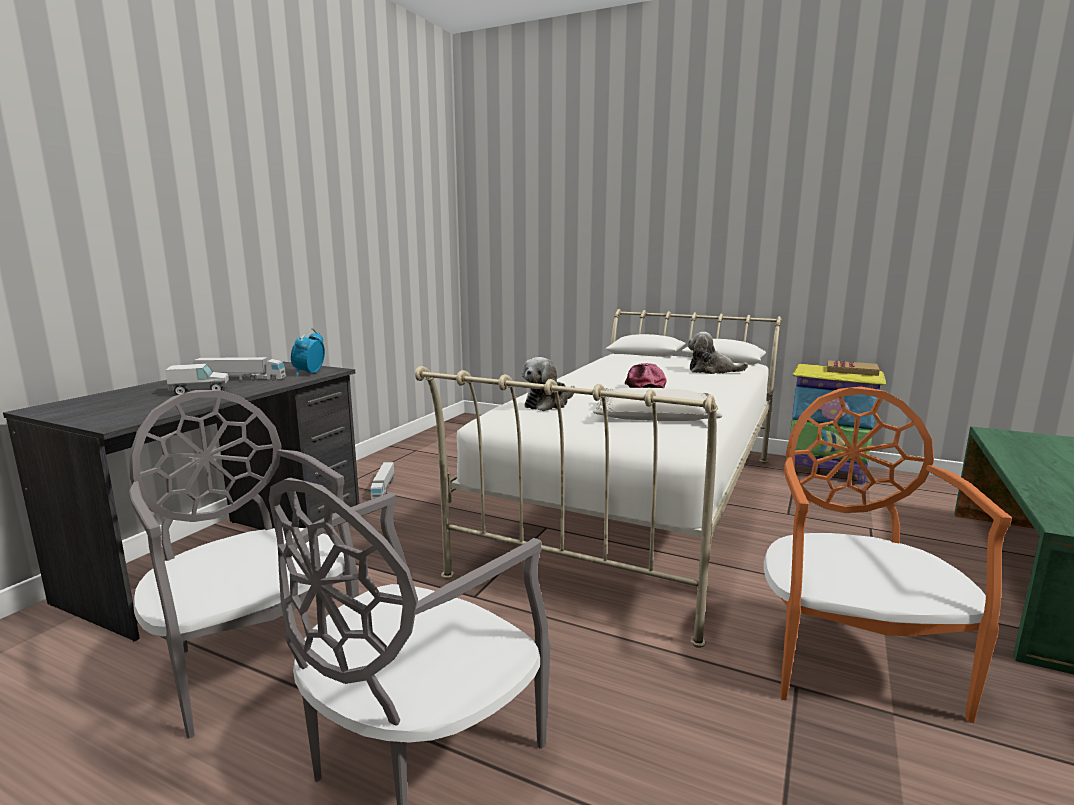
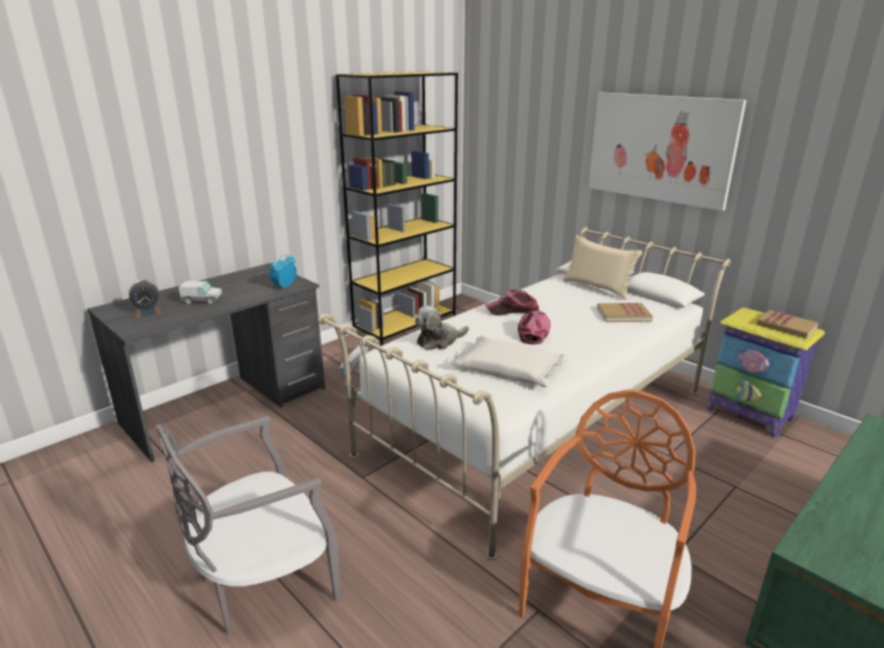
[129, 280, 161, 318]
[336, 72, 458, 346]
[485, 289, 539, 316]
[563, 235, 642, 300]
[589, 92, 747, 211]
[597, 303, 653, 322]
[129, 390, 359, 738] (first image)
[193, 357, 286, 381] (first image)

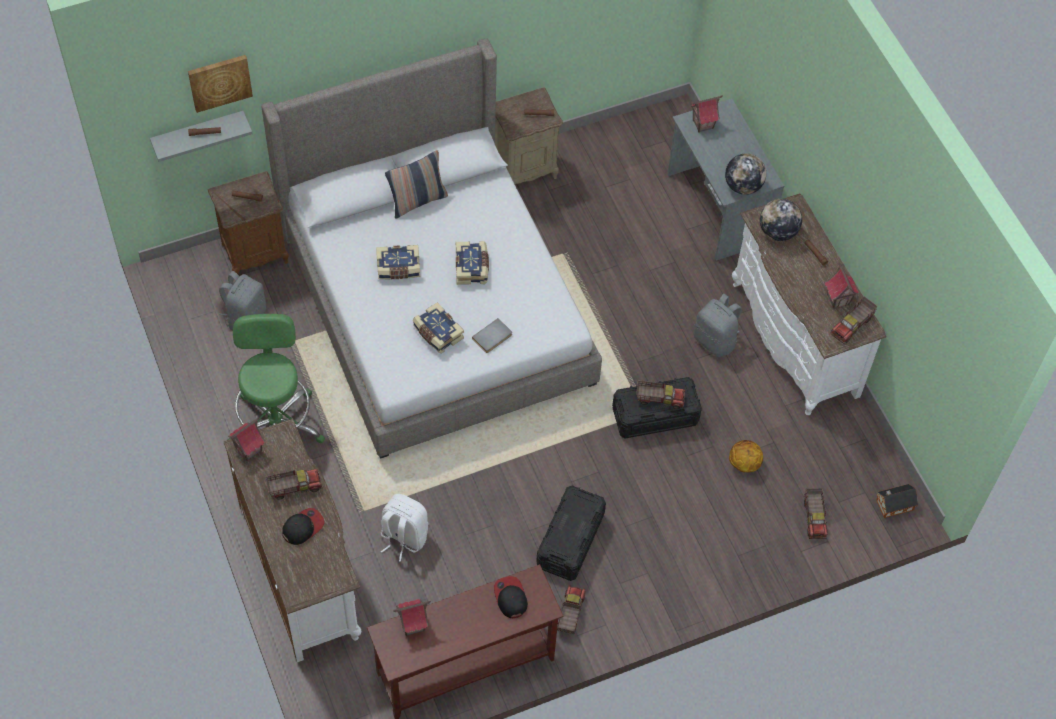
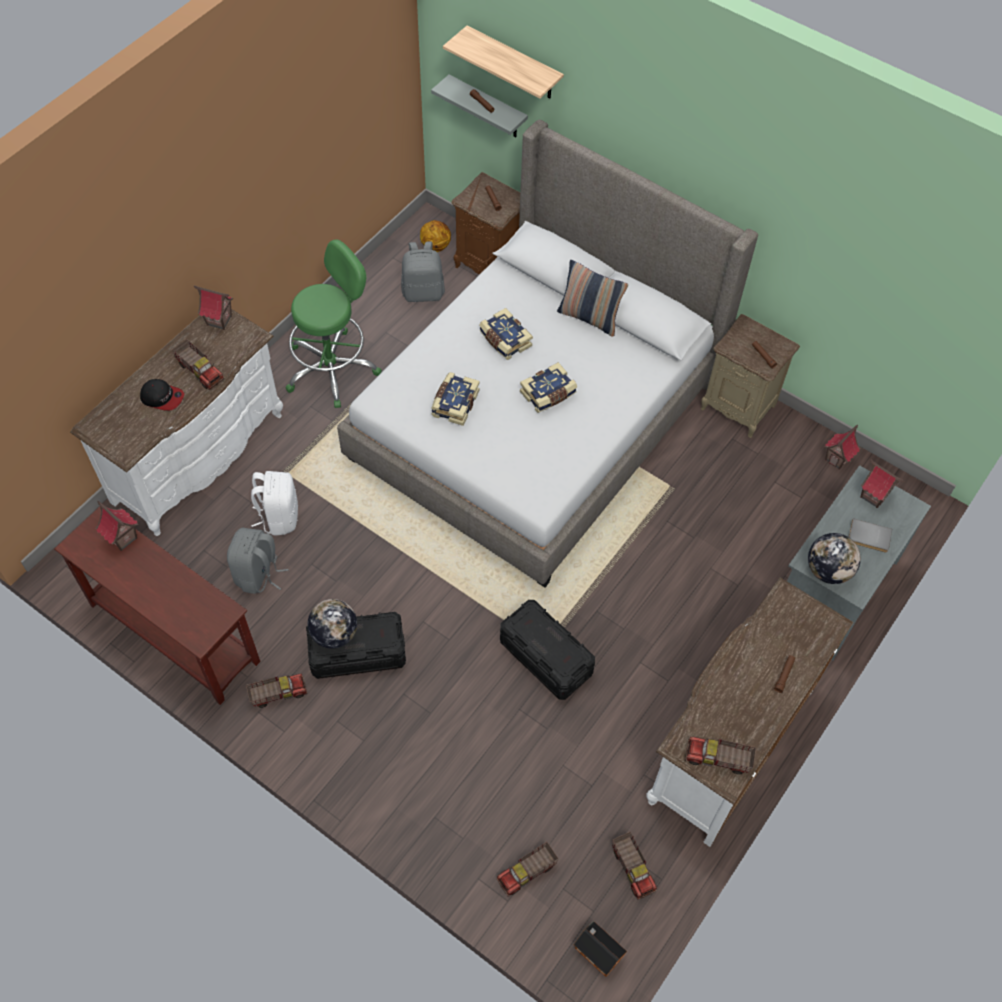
[227, 528, 288, 594]
[308, 599, 357, 649]
[420, 220, 451, 252]
[443, 26, 564, 98]
[612, 832, 657, 899]
[825, 425, 860, 470]
[849, 518, 892, 553]
[494, 576, 528, 618] (first image)

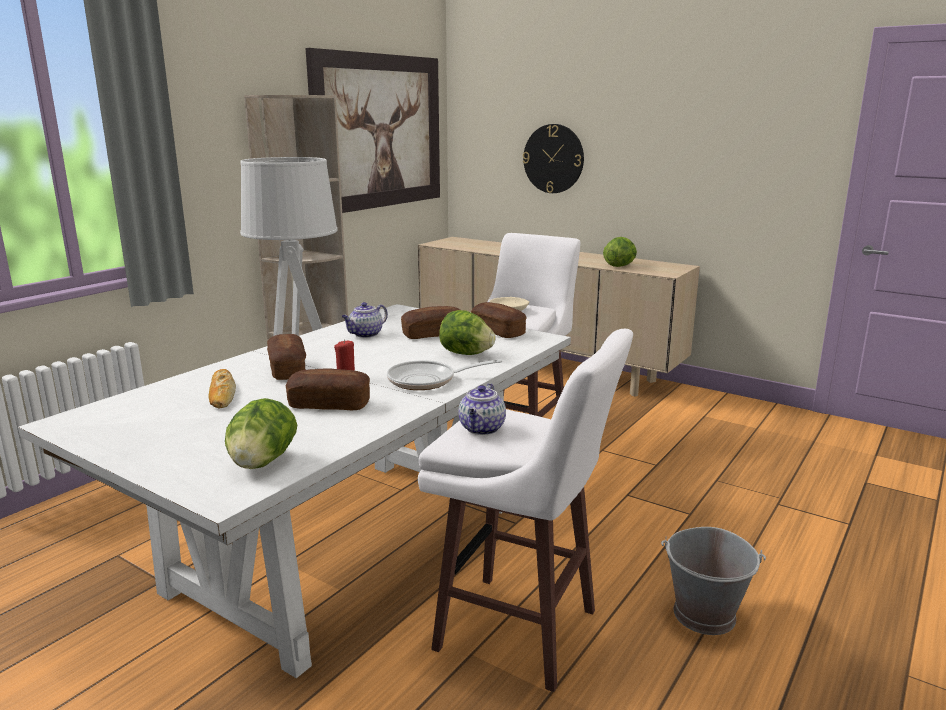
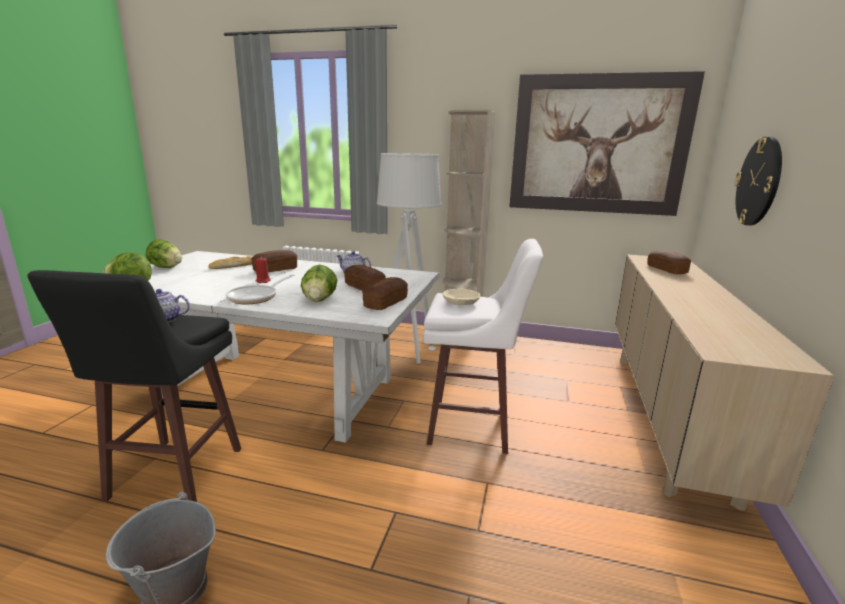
[27, 270, 241, 502]
[146, 239, 182, 268]
[226, 274, 295, 304]
[647, 250, 691, 274]

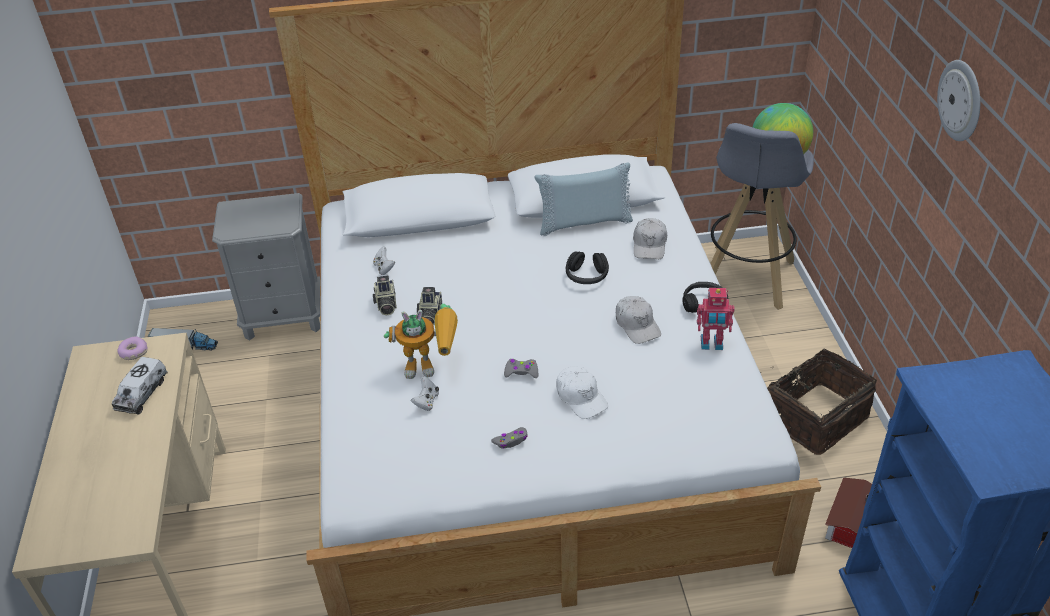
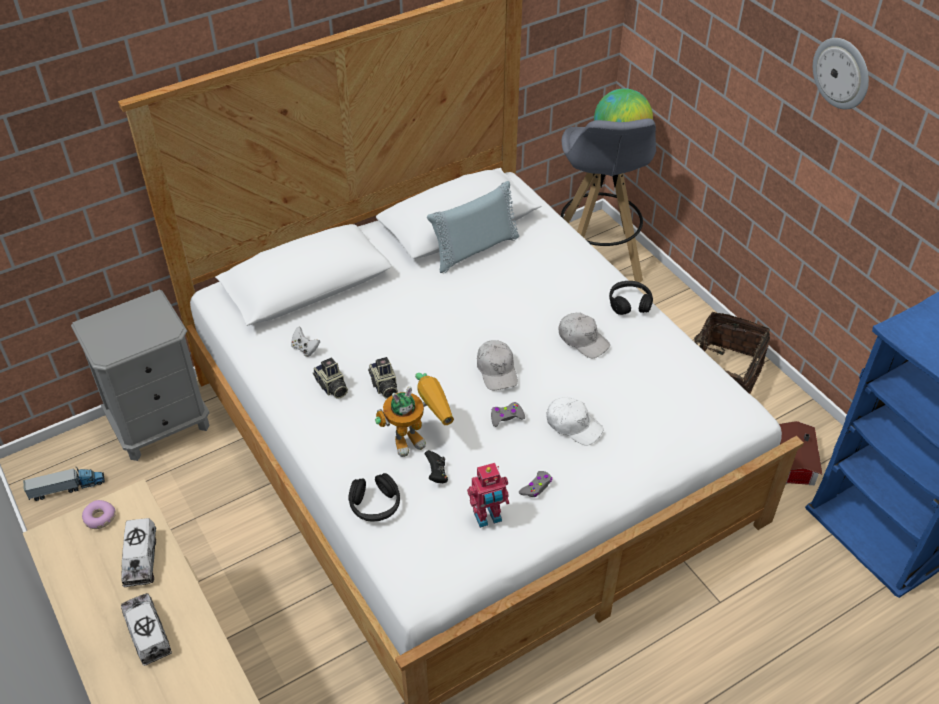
[121, 593, 172, 666]
[348, 473, 400, 522]
[425, 450, 448, 483]
[467, 463, 509, 528]
[477, 340, 518, 390]

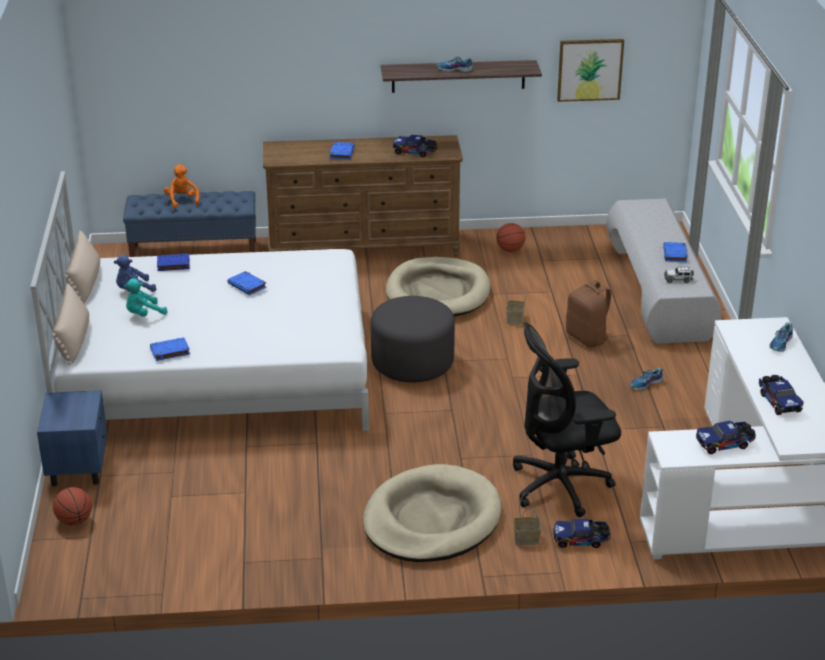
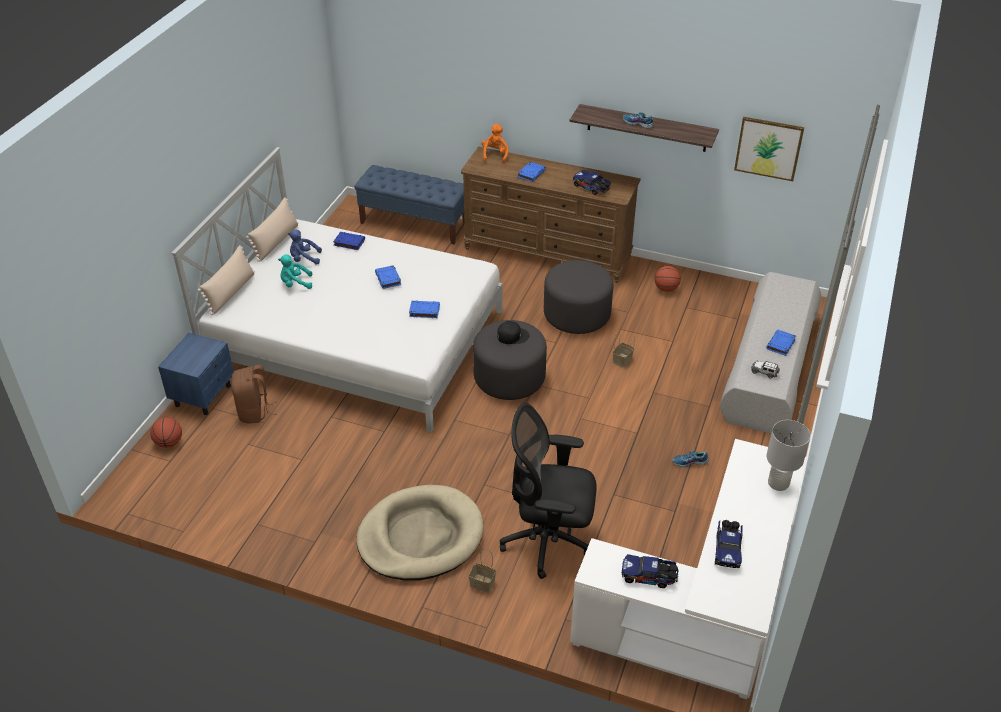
[231, 365, 277, 423]
[409, 300, 440, 318]
[481, 124, 509, 163]
[497, 321, 529, 344]
[544, 260, 613, 334]
[766, 420, 810, 491]
[553, 519, 610, 548] (first image)

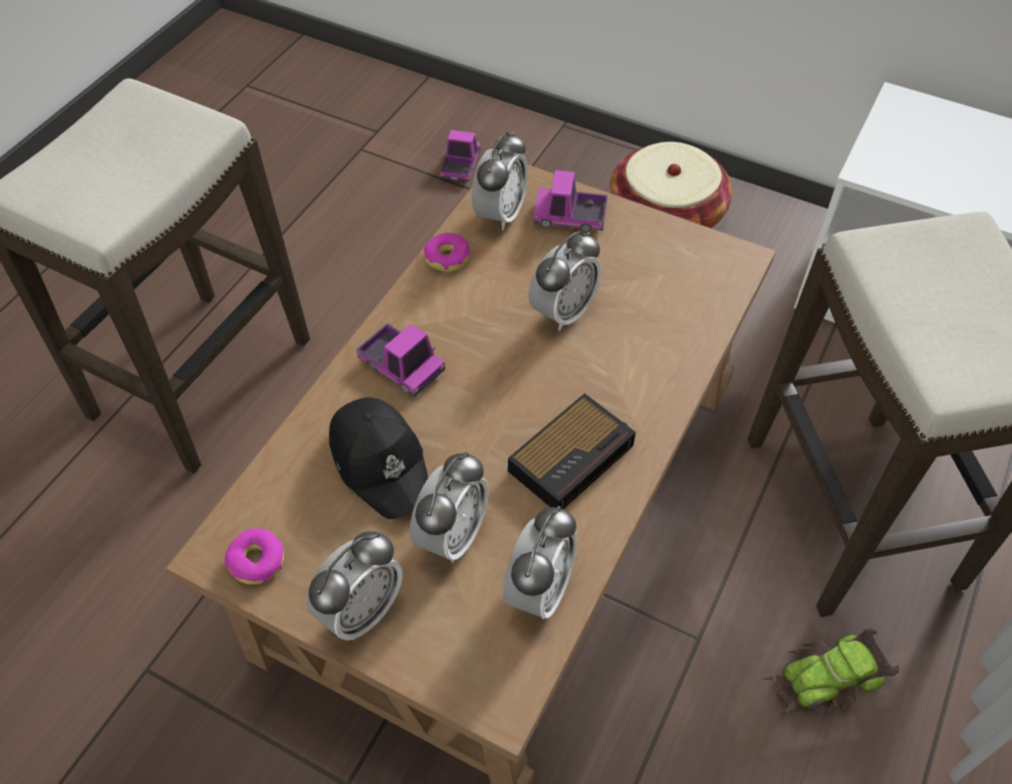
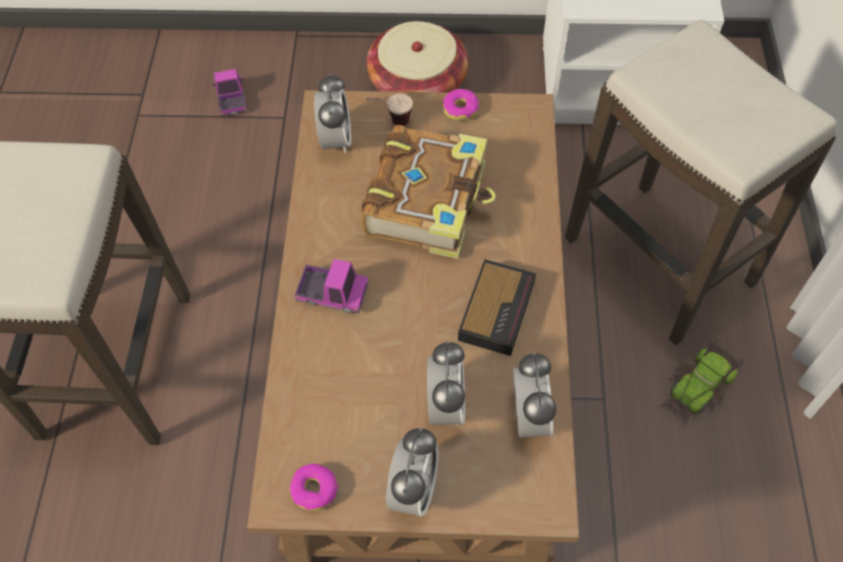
[361, 125, 496, 259]
[365, 94, 413, 126]
[443, 89, 479, 121]
[329, 397, 428, 519] (first image)

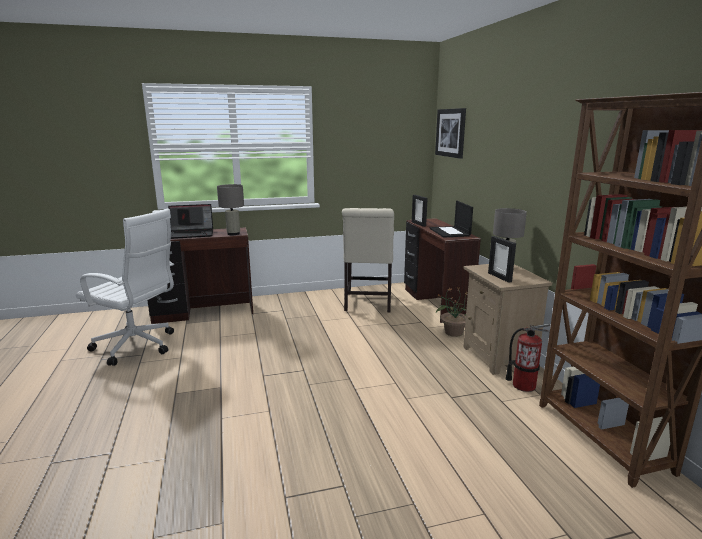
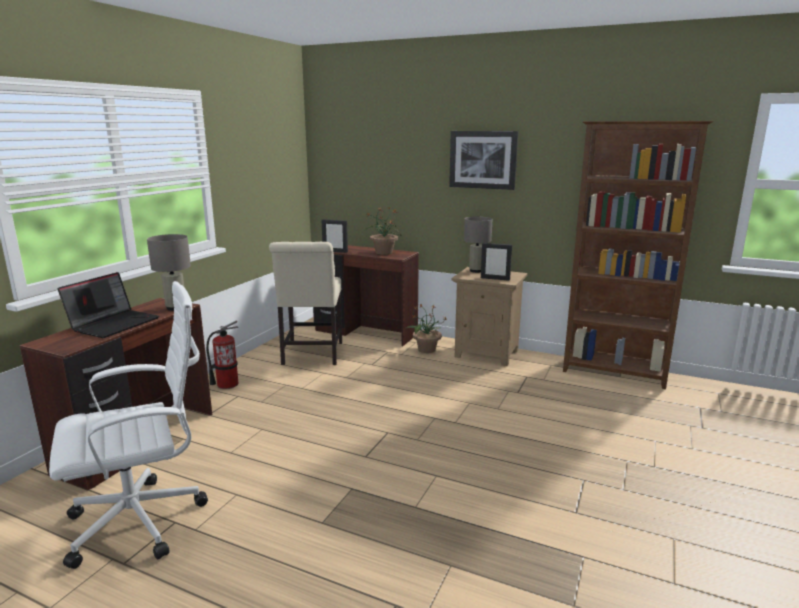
[206, 320, 238, 389]
[269, 242, 342, 365]
[365, 207, 401, 255]
[449, 131, 518, 190]

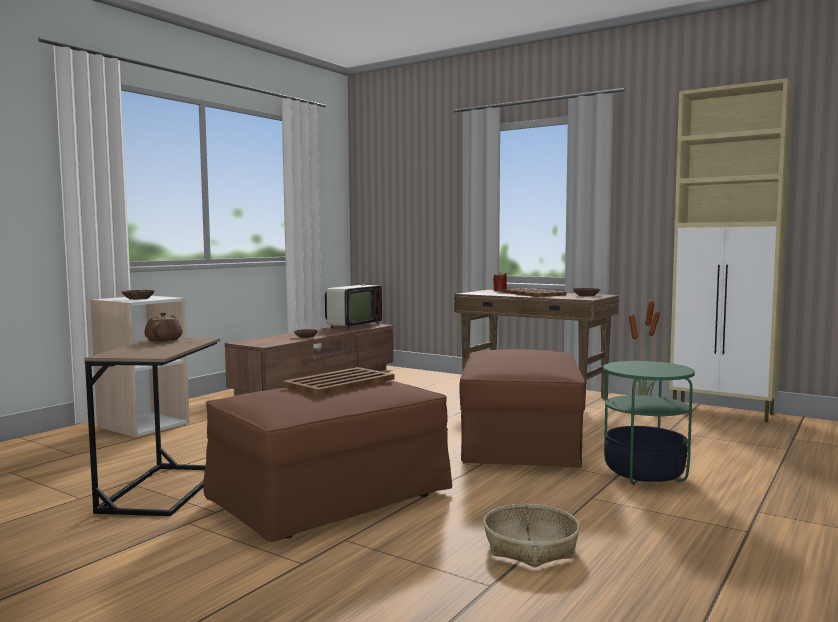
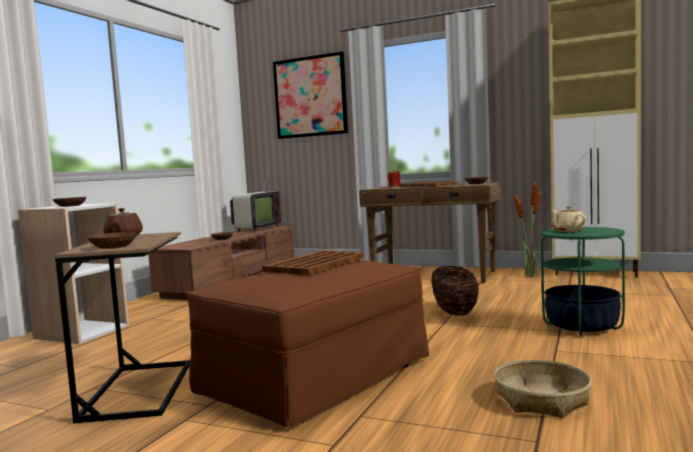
[87, 232, 137, 249]
[273, 52, 348, 139]
[431, 266, 479, 316]
[552, 206, 586, 232]

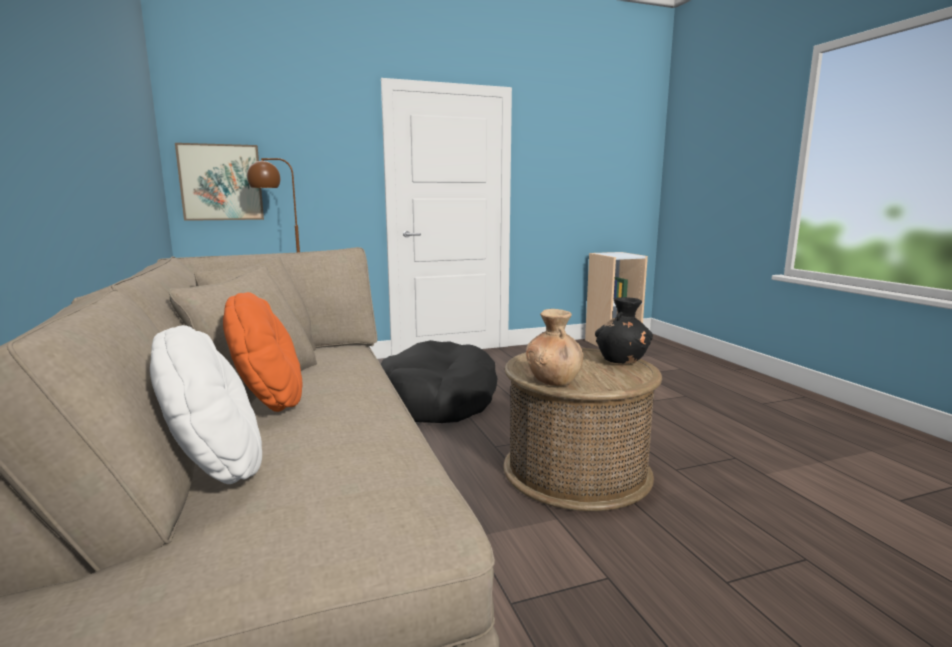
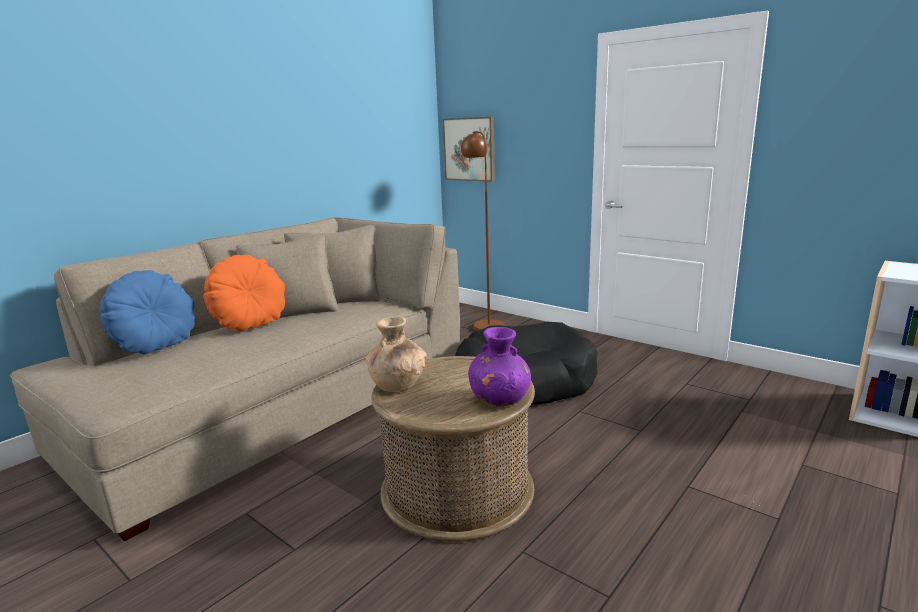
[99, 270, 195, 354]
[468, 327, 531, 406]

